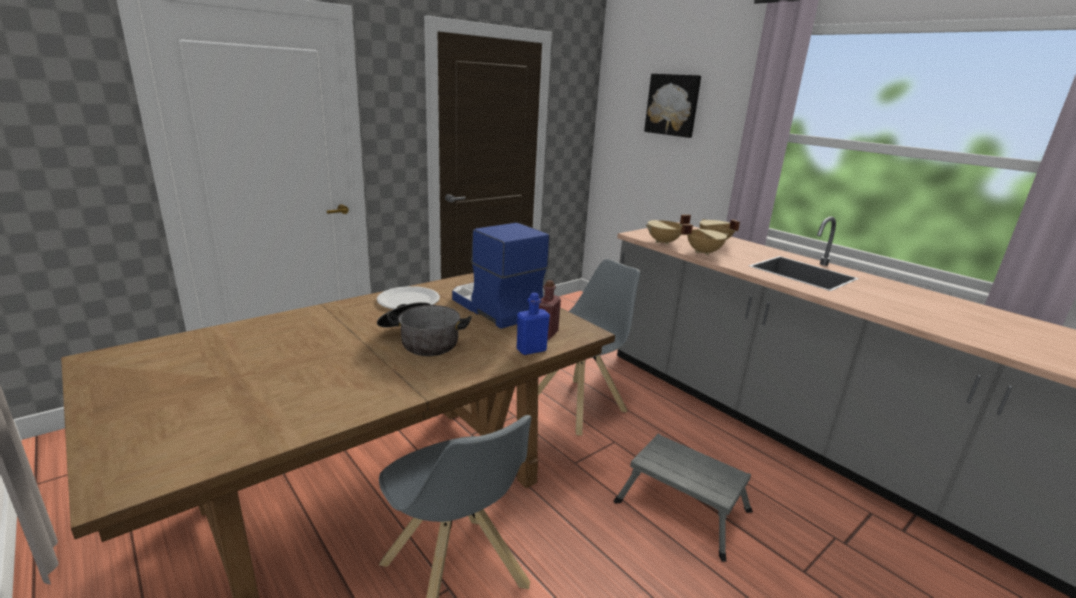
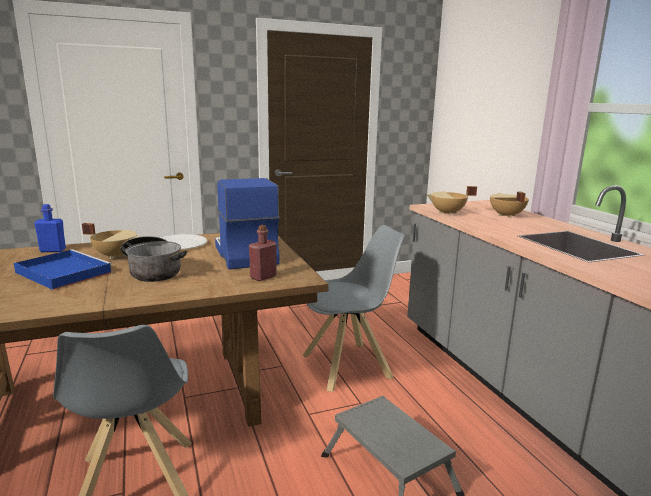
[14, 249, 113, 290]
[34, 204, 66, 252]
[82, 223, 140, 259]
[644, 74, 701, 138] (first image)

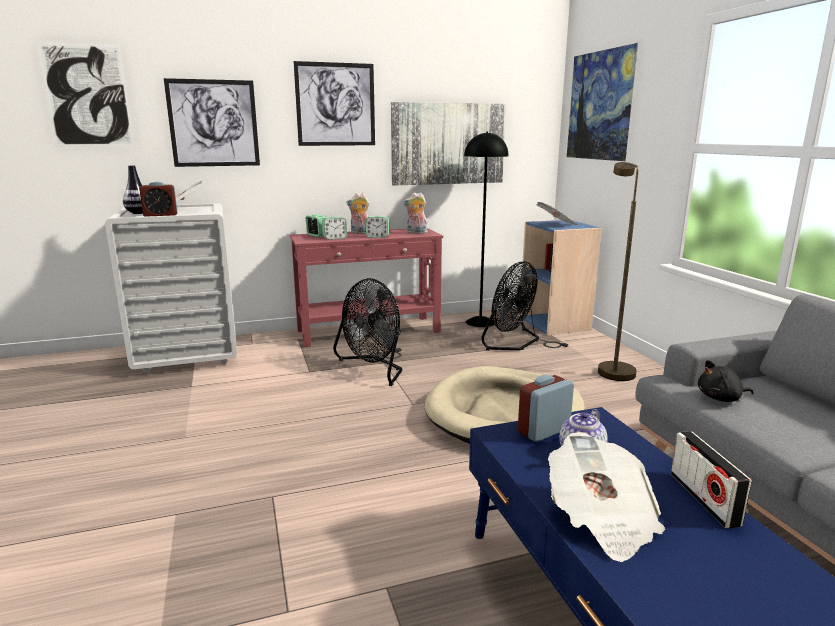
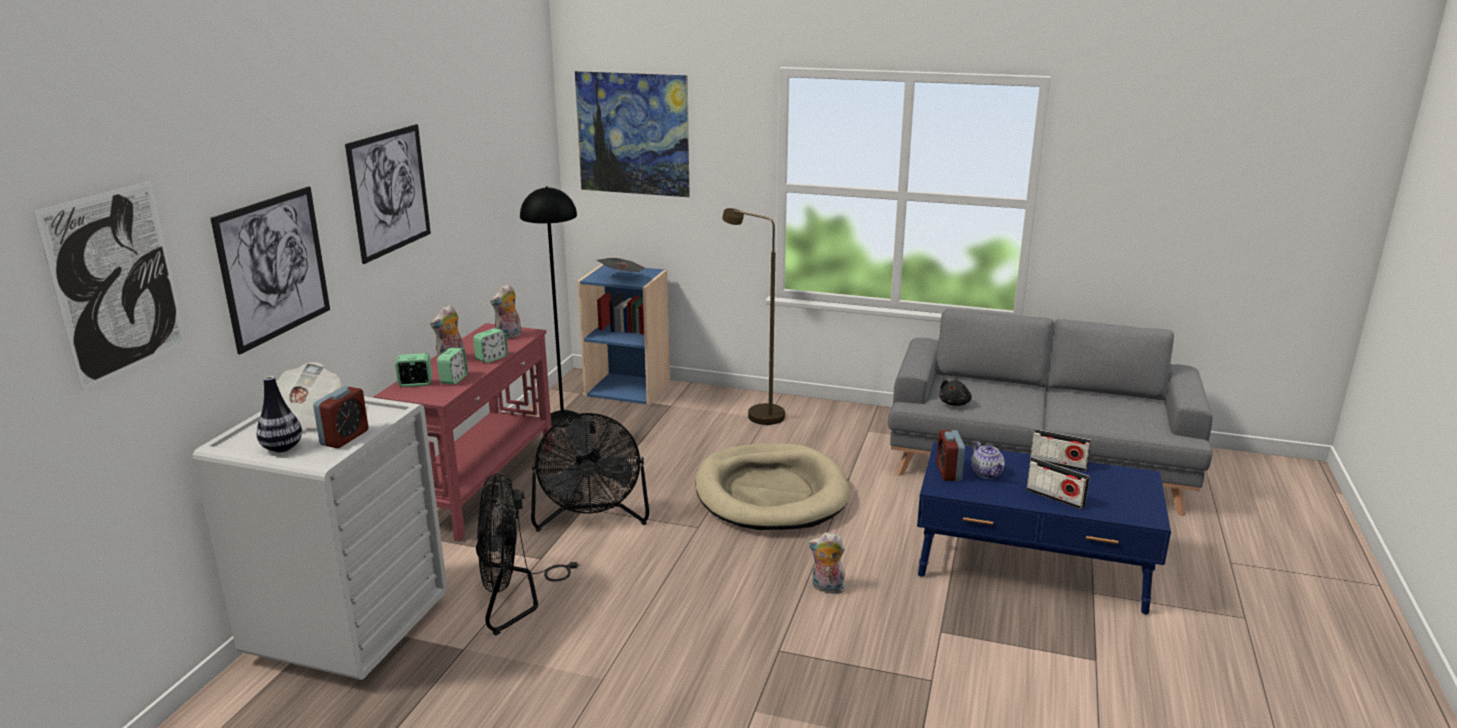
[476, 473, 580, 636]
[808, 532, 845, 594]
[1026, 458, 1090, 509]
[391, 102, 506, 186] (first image)

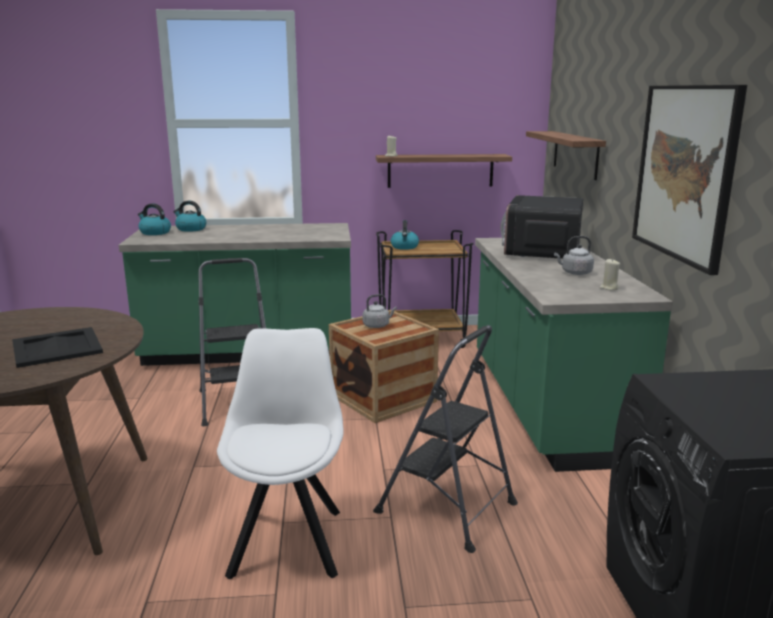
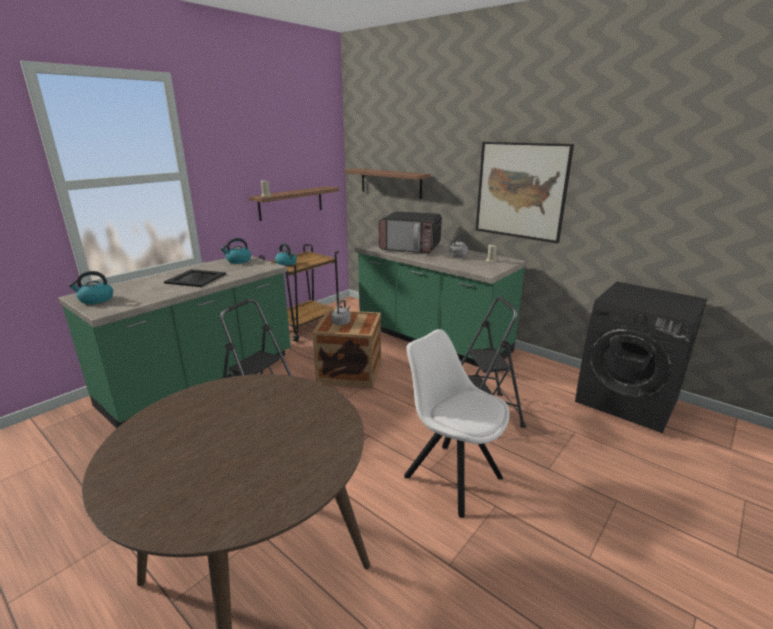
[164, 269, 226, 287]
[221, 238, 251, 264]
[379, 211, 442, 253]

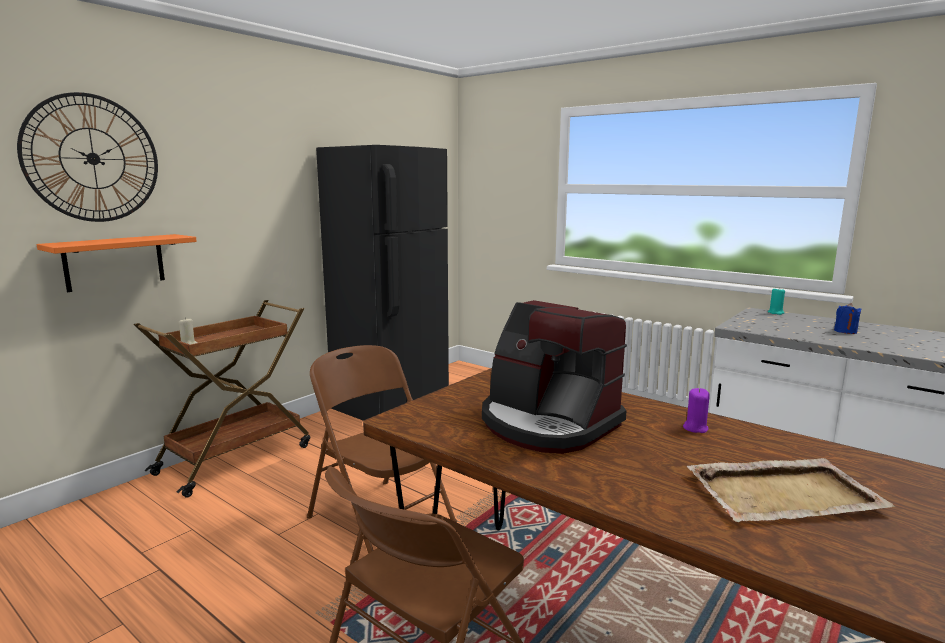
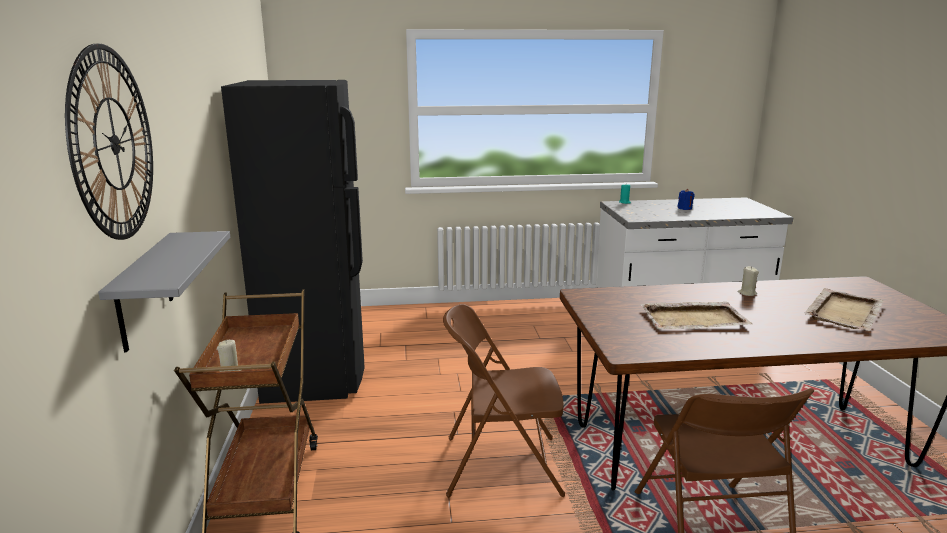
[98, 231, 230, 352]
[640, 302, 752, 329]
[737, 266, 759, 296]

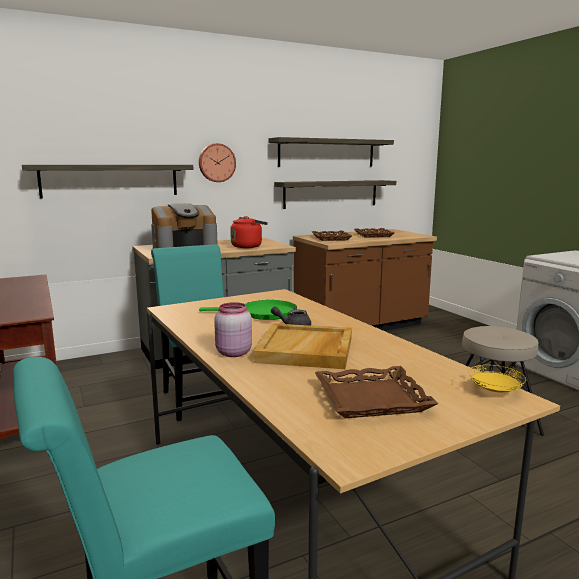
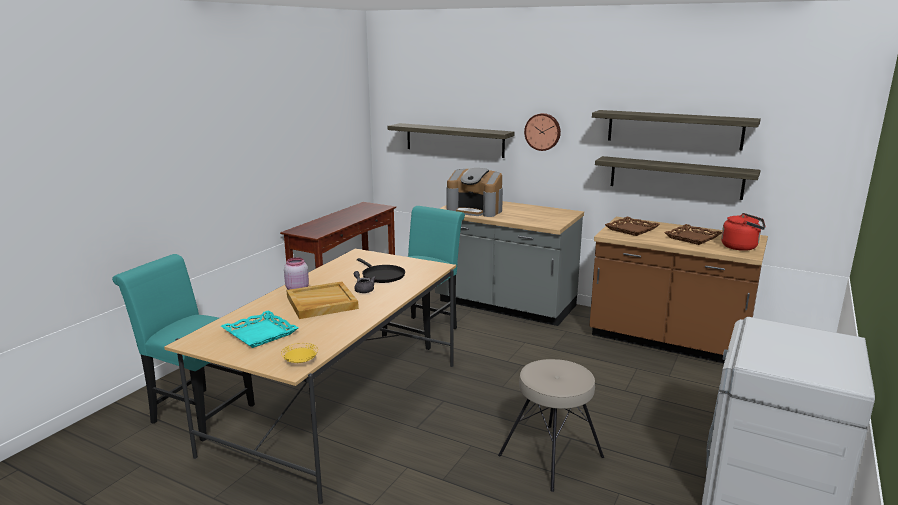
[221, 310, 299, 348]
[357, 258, 405, 283]
[721, 213, 766, 251]

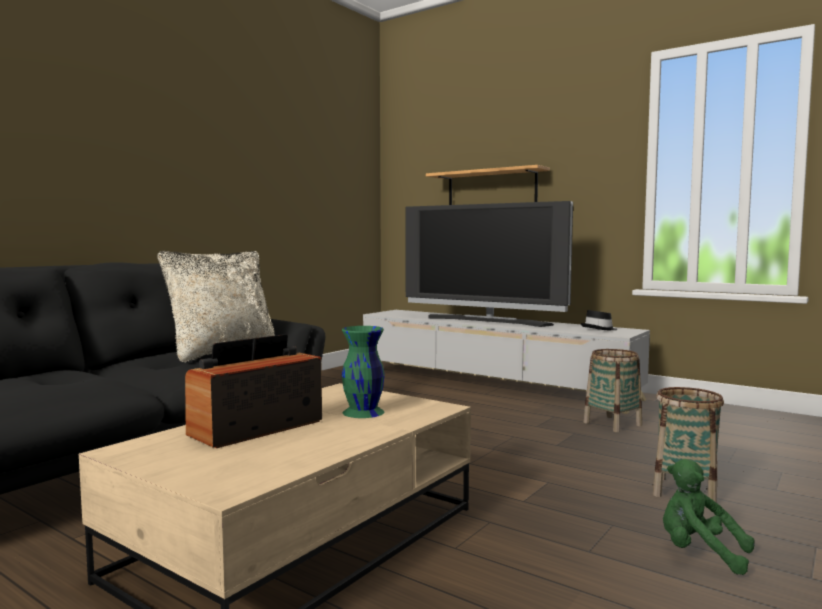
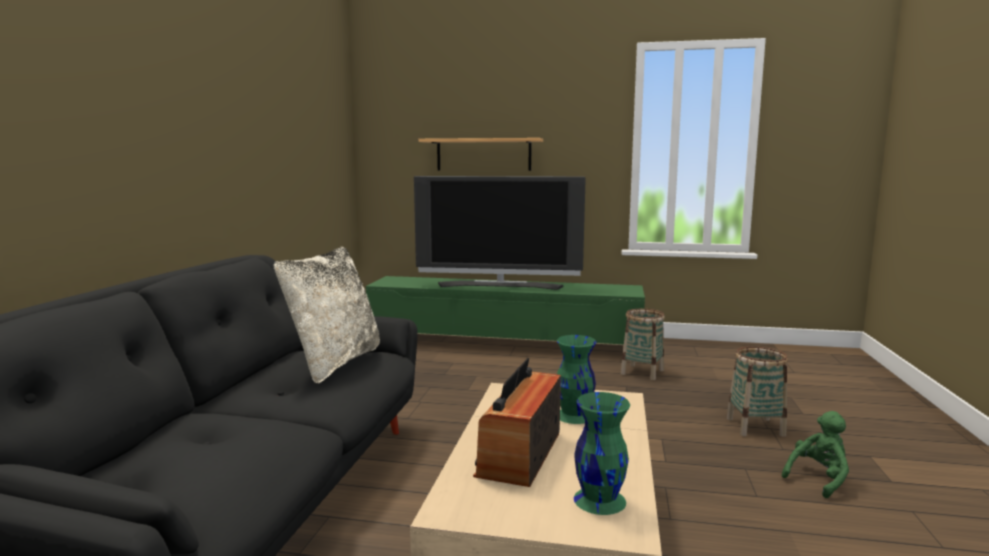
[366, 276, 645, 345]
[574, 392, 630, 515]
[782, 411, 849, 498]
[581, 310, 617, 330] (first image)

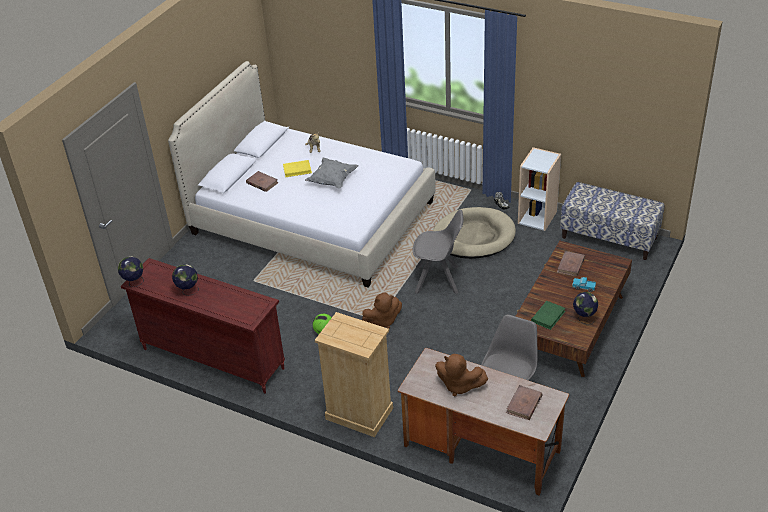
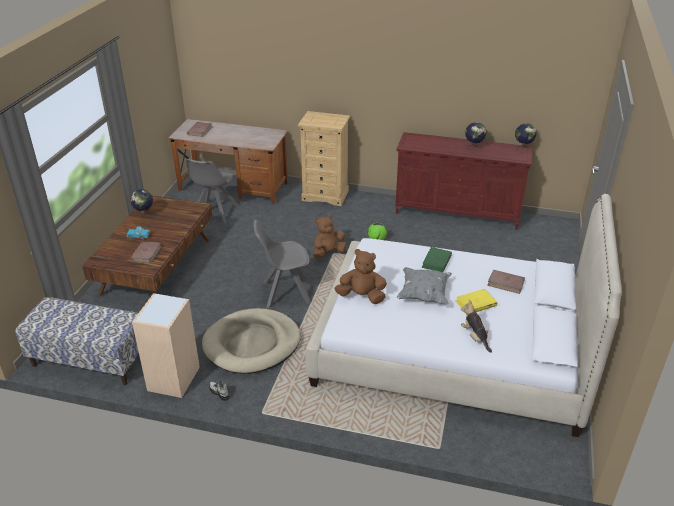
[334, 249, 387, 304]
[422, 247, 452, 272]

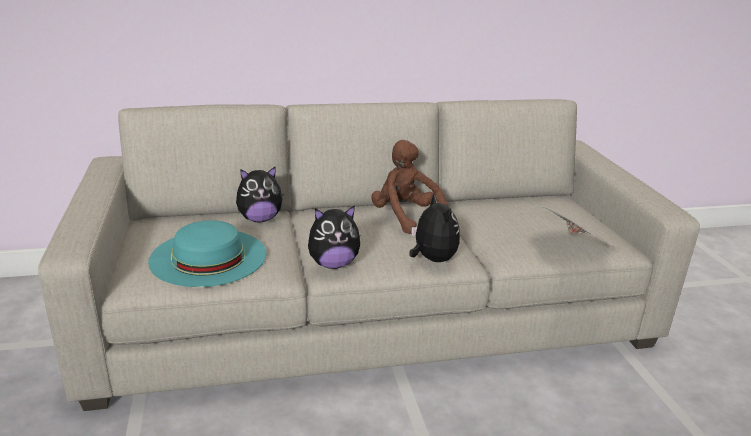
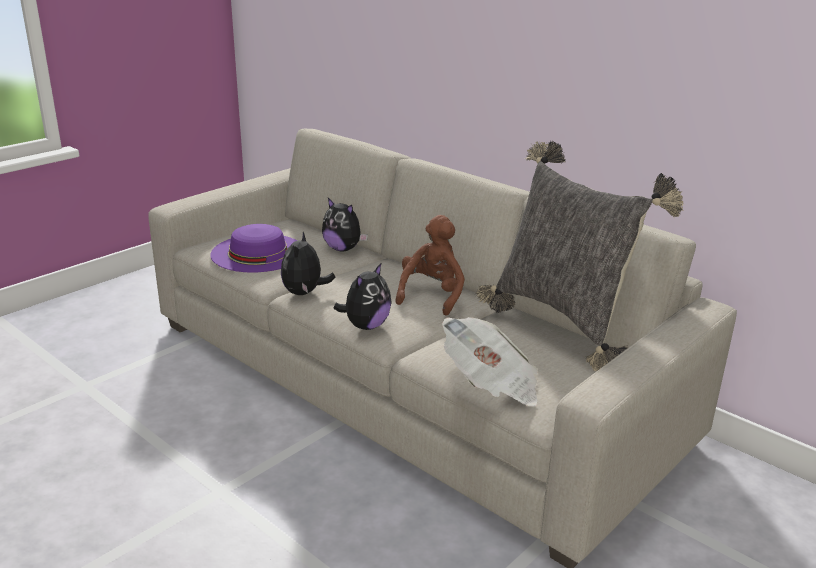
[210, 224, 297, 272]
[281, 232, 335, 295]
[476, 141, 684, 371]

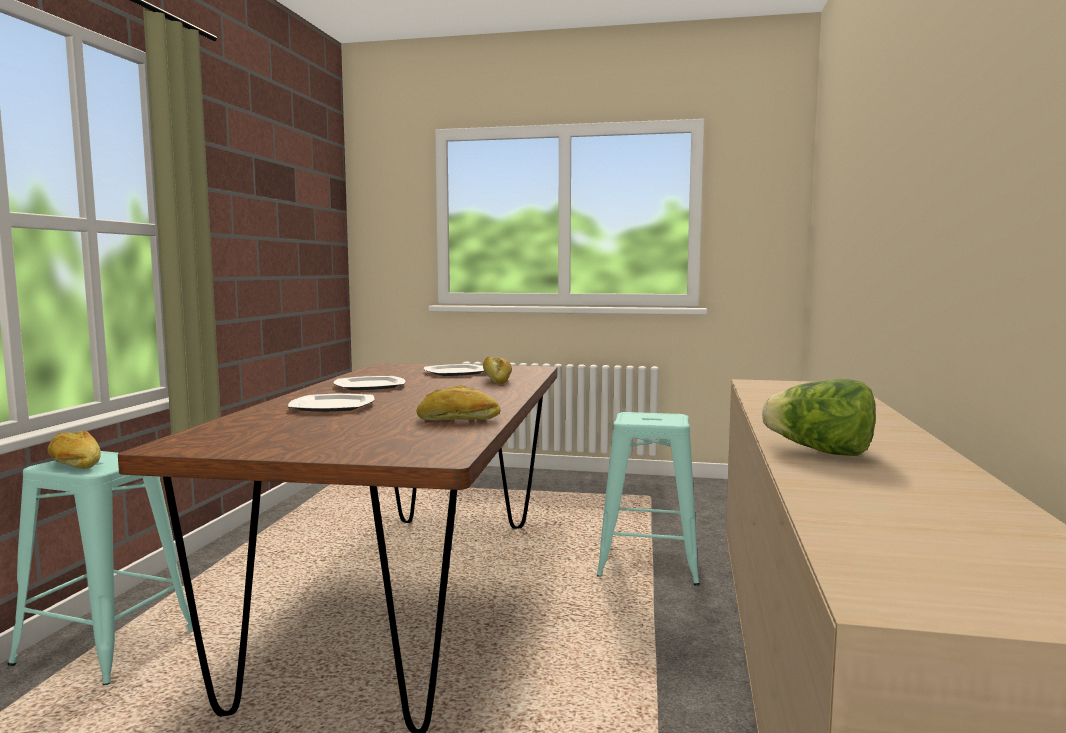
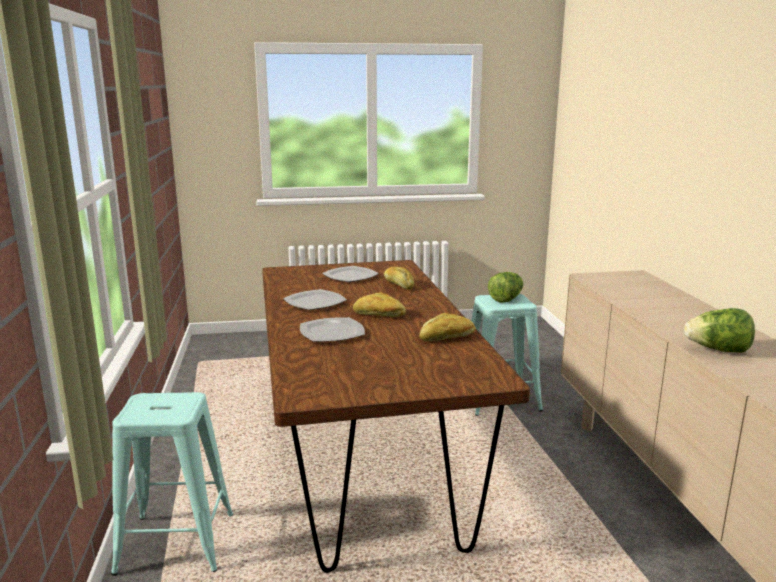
[353, 292, 406, 317]
[488, 272, 524, 303]

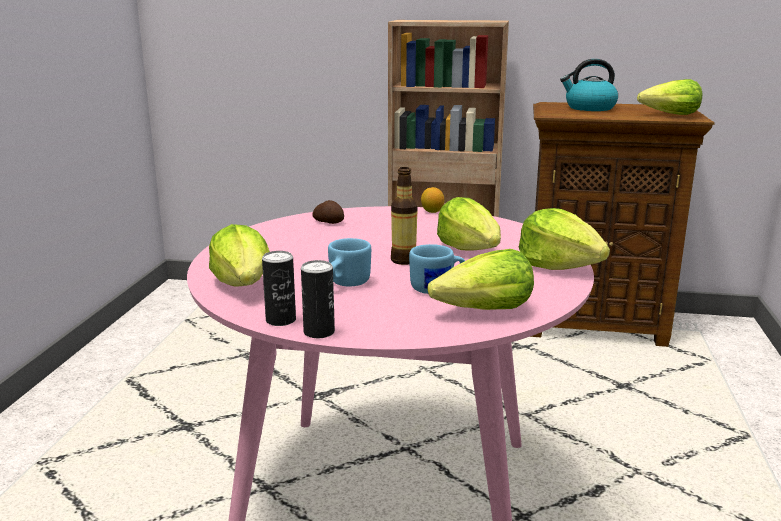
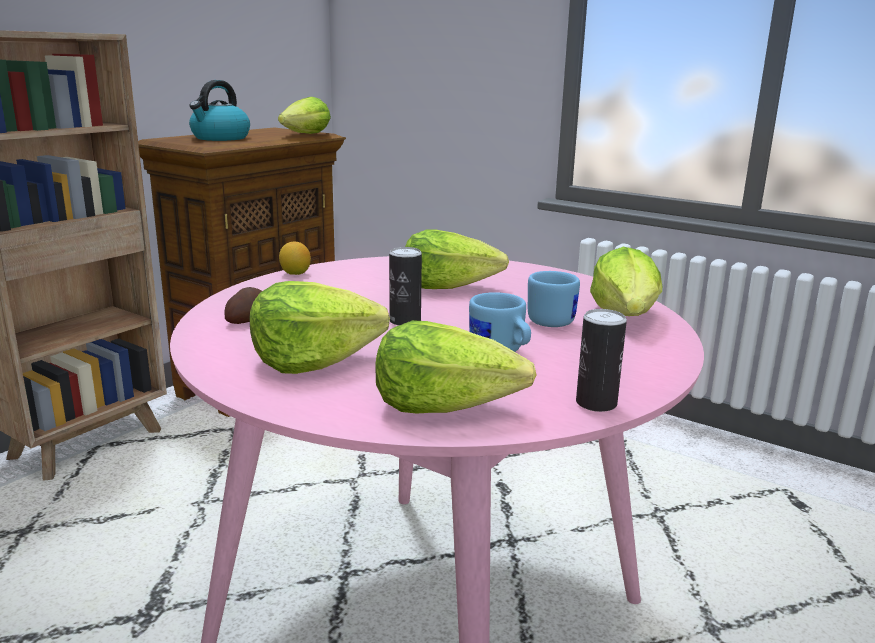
[249, 281, 390, 374]
[389, 247, 422, 326]
[391, 167, 418, 265] (first image)

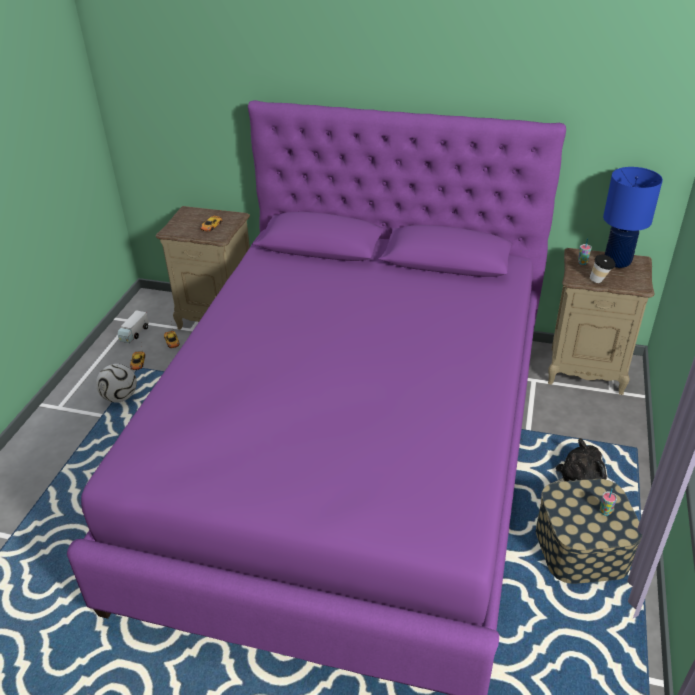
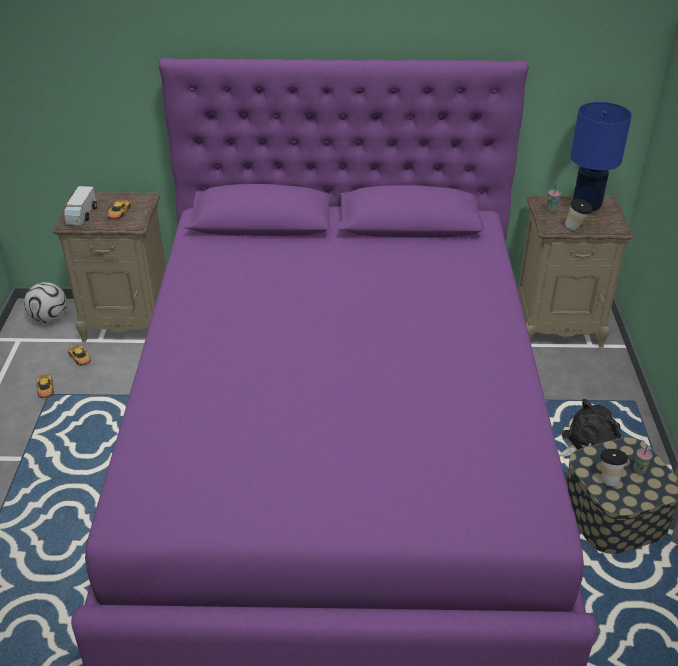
[24, 282, 67, 323]
[64, 186, 97, 225]
[600, 449, 628, 486]

